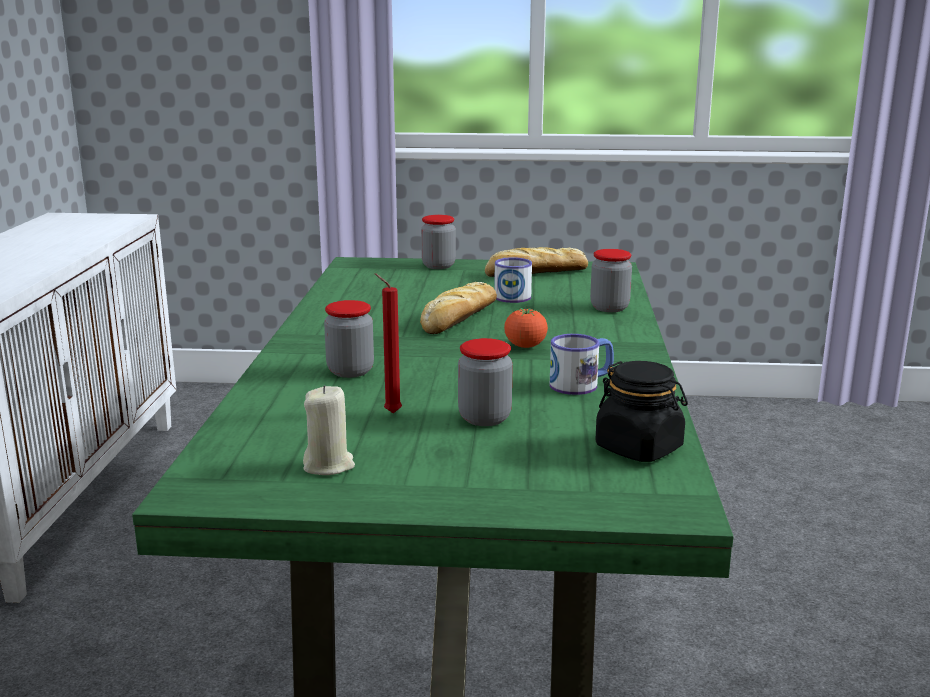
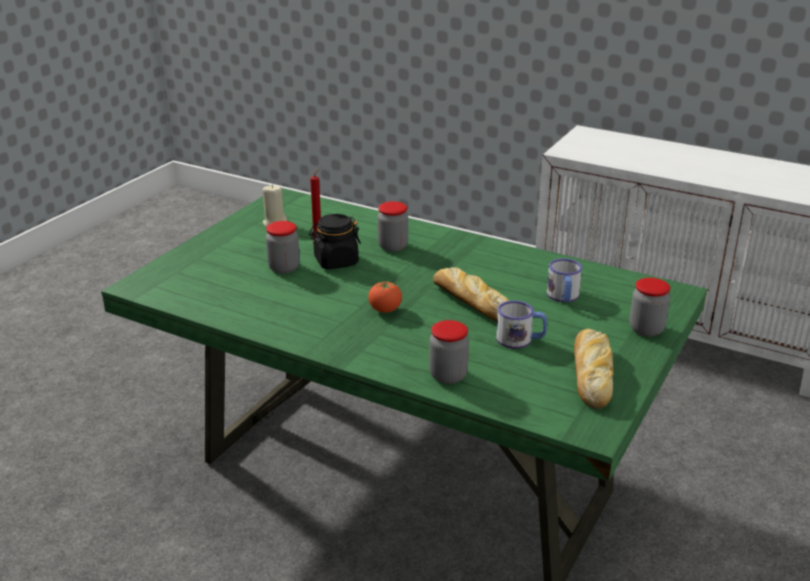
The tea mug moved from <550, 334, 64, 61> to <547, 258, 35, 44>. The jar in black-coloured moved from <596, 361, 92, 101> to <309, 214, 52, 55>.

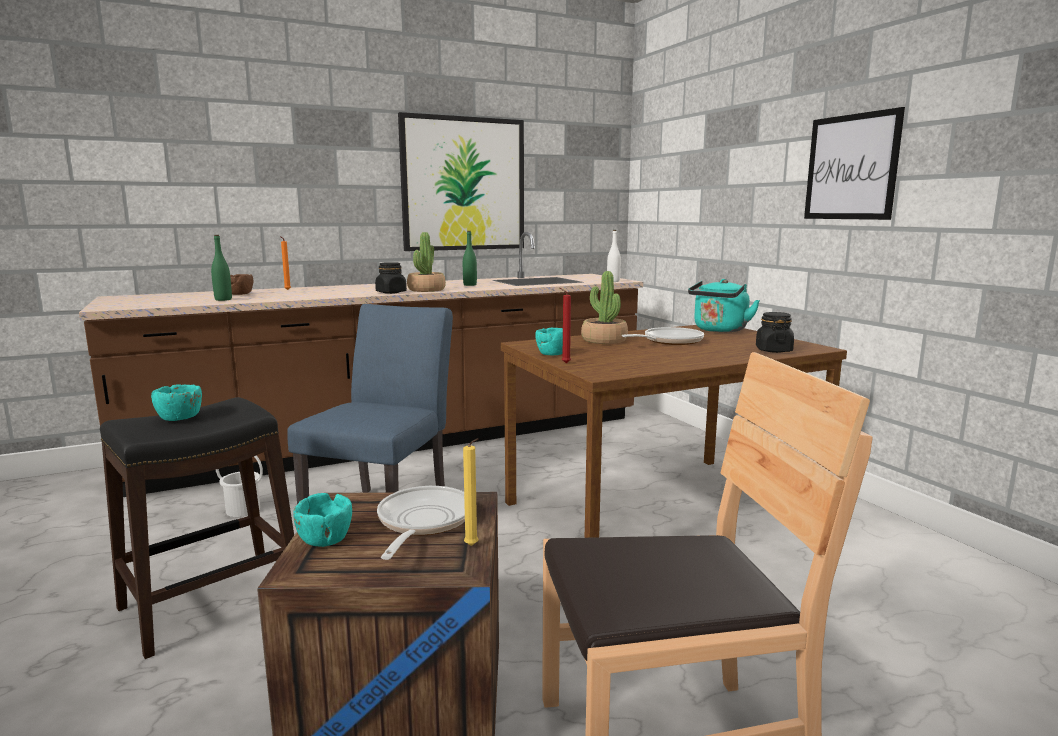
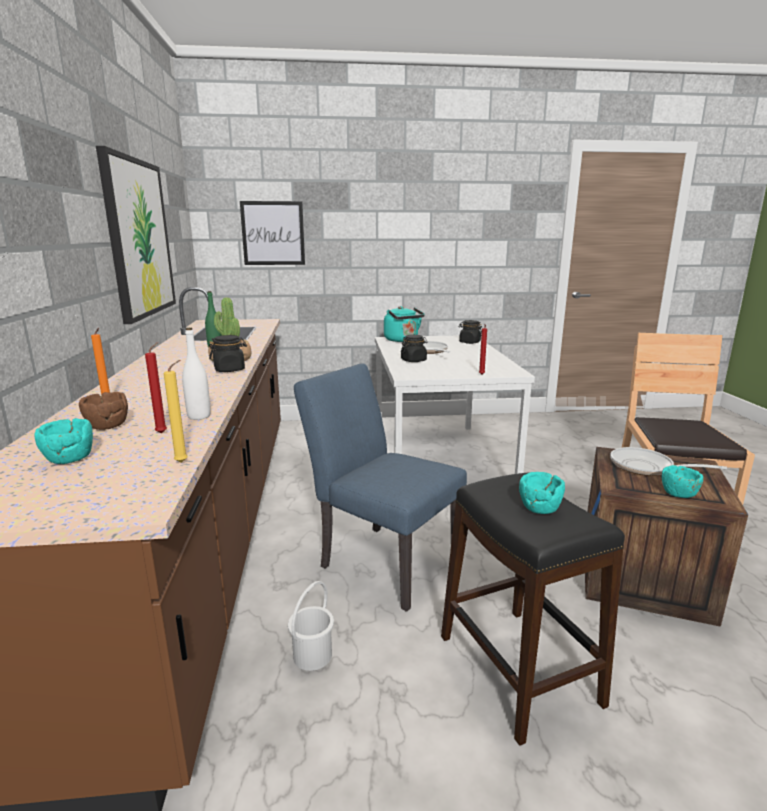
The drink bottle in green at <211, 235, 21, 66> was replaced by the wax light in red at <145, 342, 22, 92>. The wax light in yellowish moved from <463, 438, 15, 108> to <164, 360, 24, 103>. The dinner table in brownish at <501, 325, 346, 213> became the dinner table in whitish at <375, 336, 160, 138>. The bowl in blue-green moved from <535, 328, 28, 27> to <34, 418, 59, 46>. The potted plant at <581, 271, 47, 73> was replaced by the jar in black-coloured at <401, 335, 26, 27>. The drink bottle in whitish moved from <607, 230, 14, 52> to <182, 328, 29, 92>. The wall art moved from <804, 107, 101, 113> to <240, 201, 65, 64>.

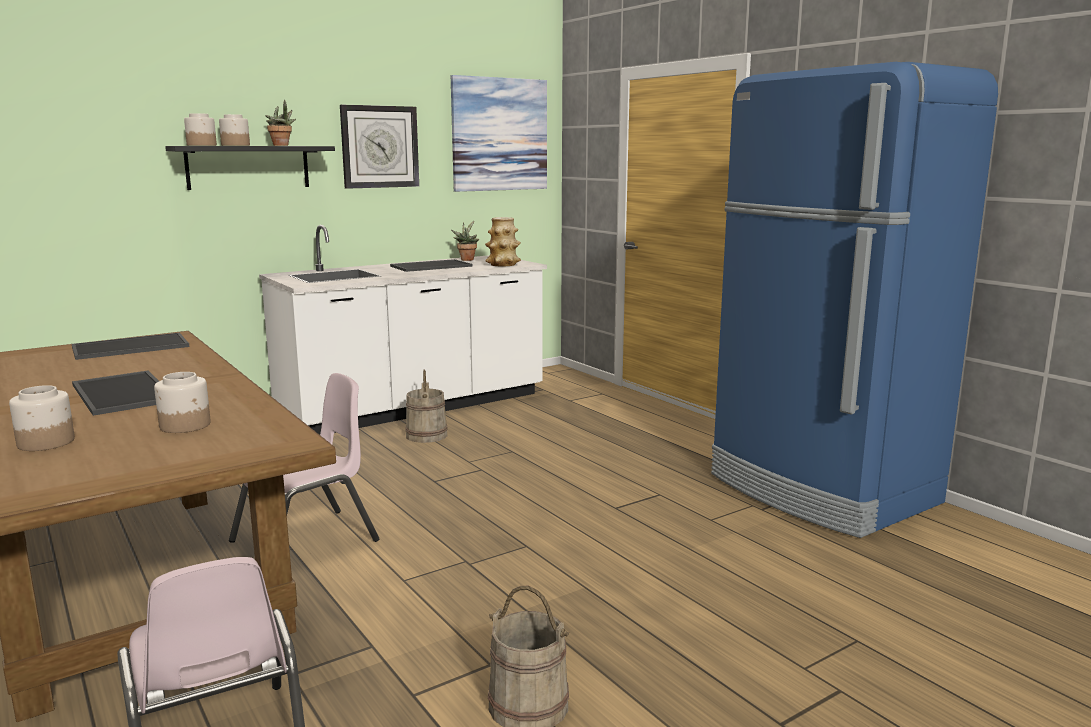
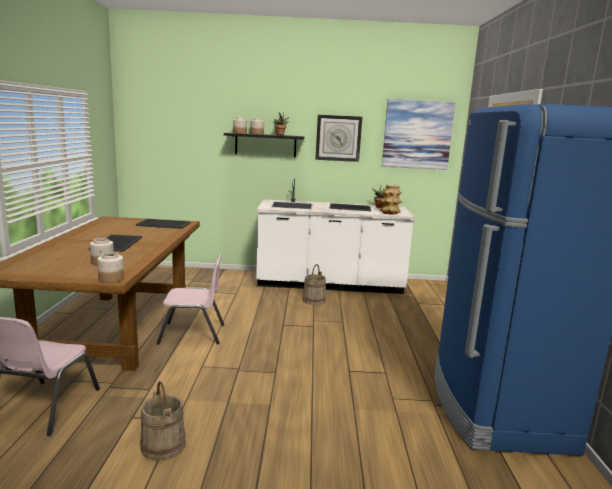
The jar moved from <9, 385, 66, 66> to <97, 252, 27, 31>.

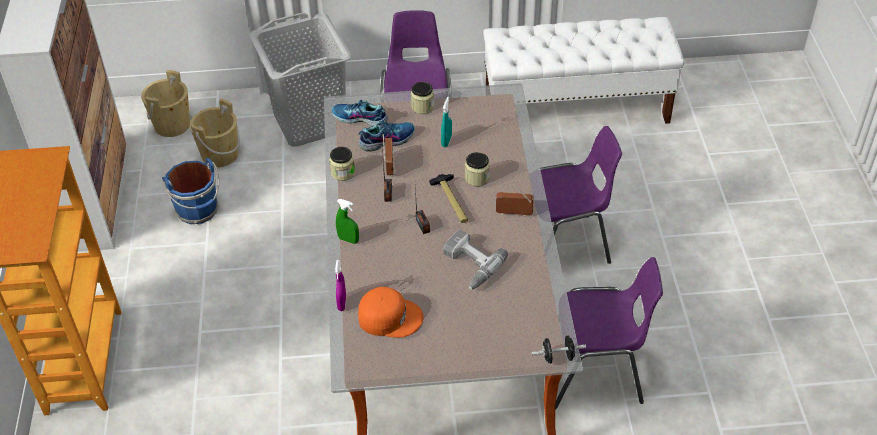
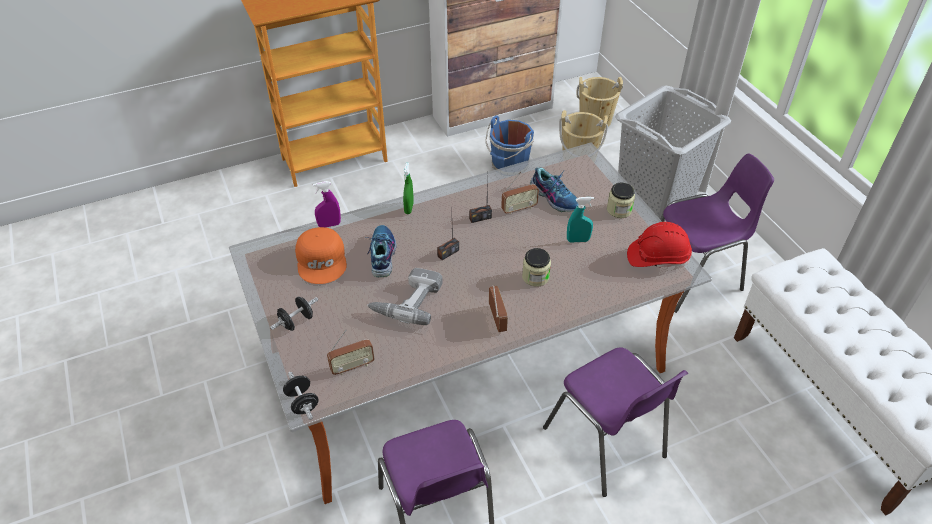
The jar at <329, 147, 26, 34> disappeared. The low shoe moved from <331, 100, 57, 26> to <365, 225, 32, 52>. The hand hammer at <429, 174, 39, 49> disappeared. The dumbbell in black-coloured at <270, 297, 48, 34> appeared. The radio at <327, 329, 47, 46> appeared. The safety helmet in red at <627, 222, 65, 45> appeared.

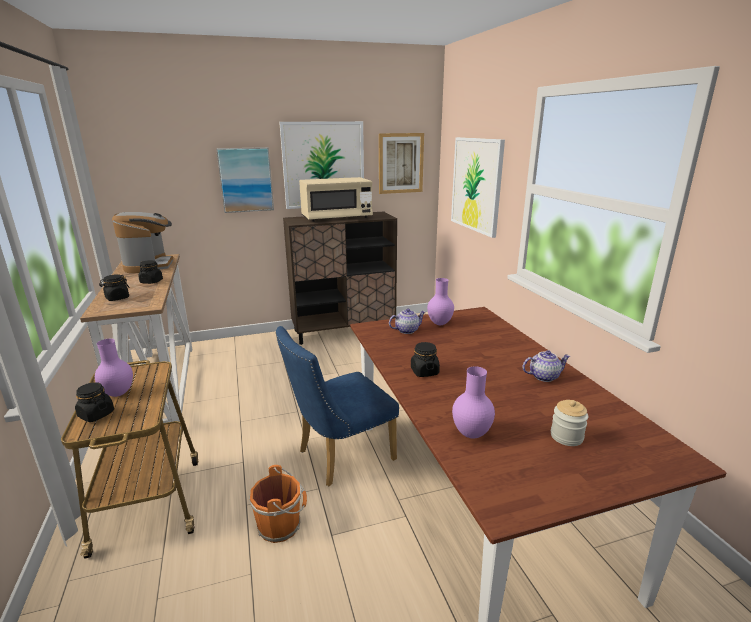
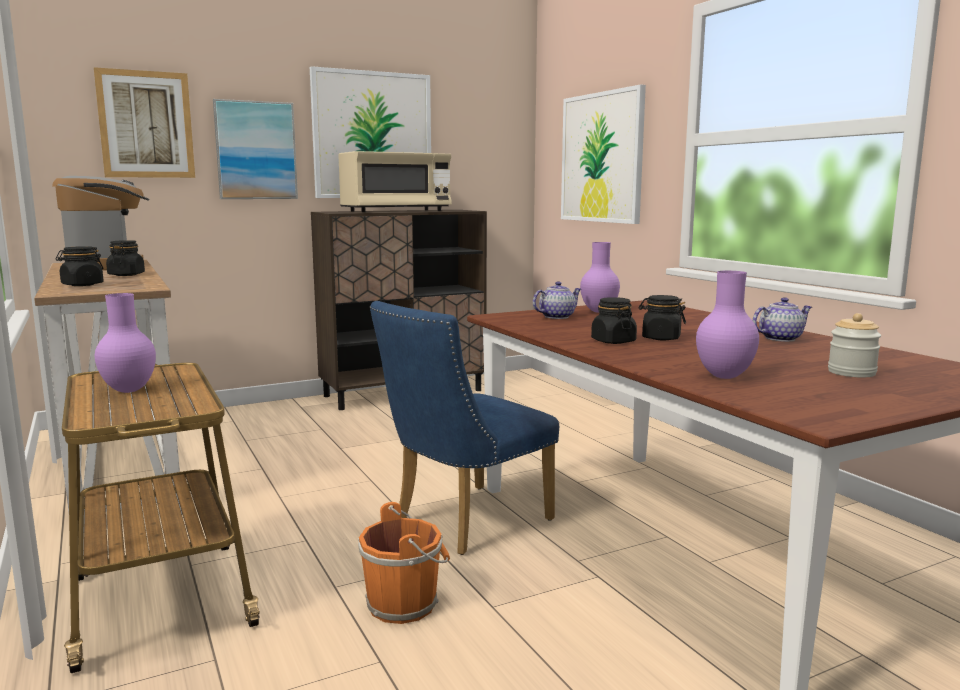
The jar in black-coloured moved from <75, 382, 39, 40> to <639, 295, 47, 45>. The wall art moved from <379, 133, 45, 61> to <94, 67, 101, 111>.

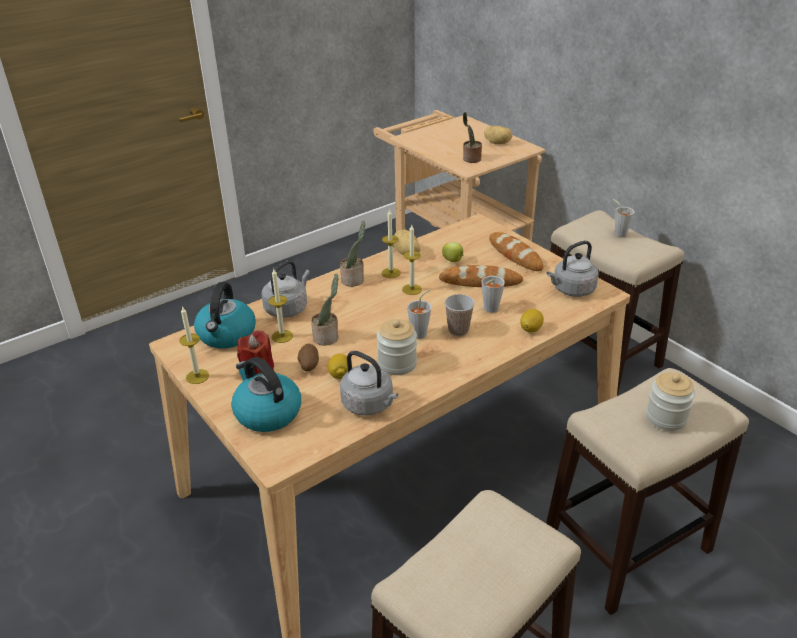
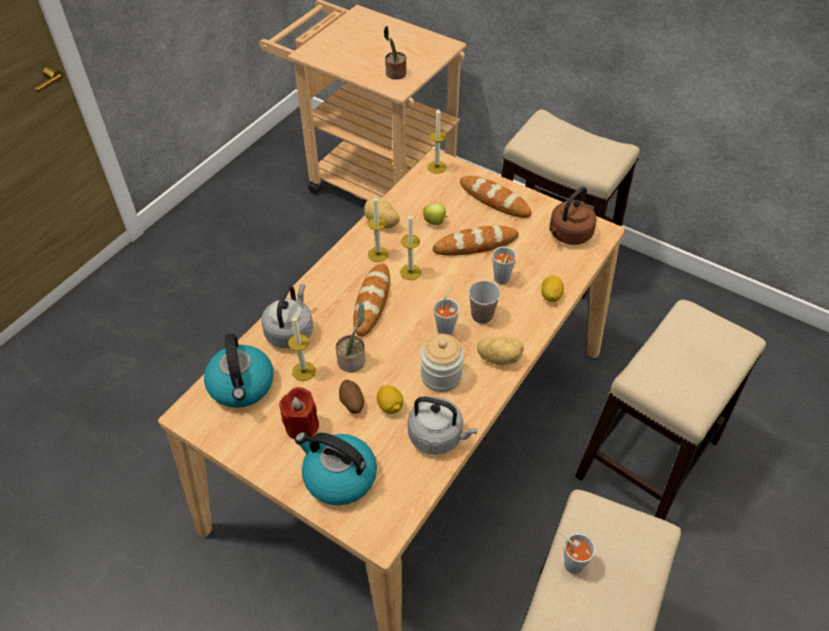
The wax light moved from <179, 306, 30, 78> to <428, 108, 18, 66>. The potted plant at <340, 220, 25, 67> disappeared. The whole potato moved from <484, 126, 28, 18> to <477, 337, 47, 28>. The water kettle in greyish at <547, 241, 52, 56> became the water kettle in brownish at <549, 186, 48, 59>. The small cup in greyish moved from <612, 199, 22, 38> to <557, 530, 38, 44>. The jar at <646, 372, 49, 59> disappeared. The bread at <353, 264, 37, 73> appeared.

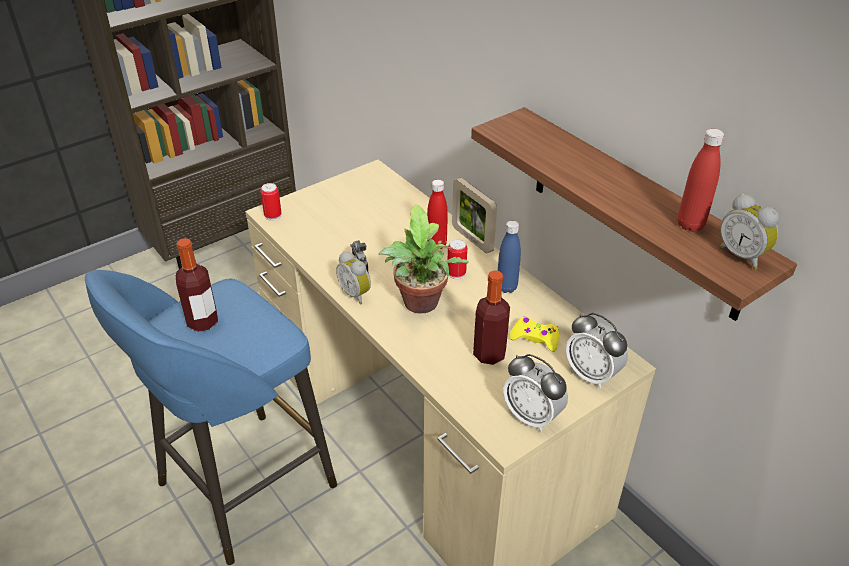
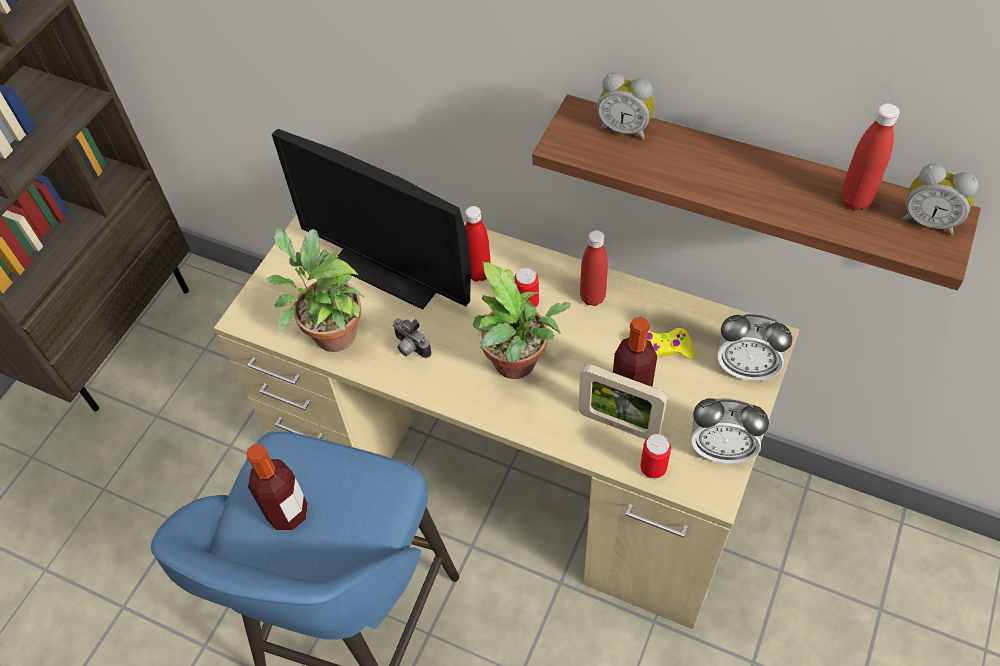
The metal can moved from <260, 183, 22, 38> to <640, 434, 31, 46>. The bedside clock moved from <336, 251, 35, 54> to <597, 72, 58, 68>. The photo frame moved from <452, 178, 45, 75> to <578, 364, 90, 75>. The drink bottle in bluish at <498, 221, 23, 72> became the drink bottle in red at <580, 230, 28, 76>. The potted plant at <267, 228, 98, 124> appeared. The computer display at <272, 129, 199, 181> appeared.

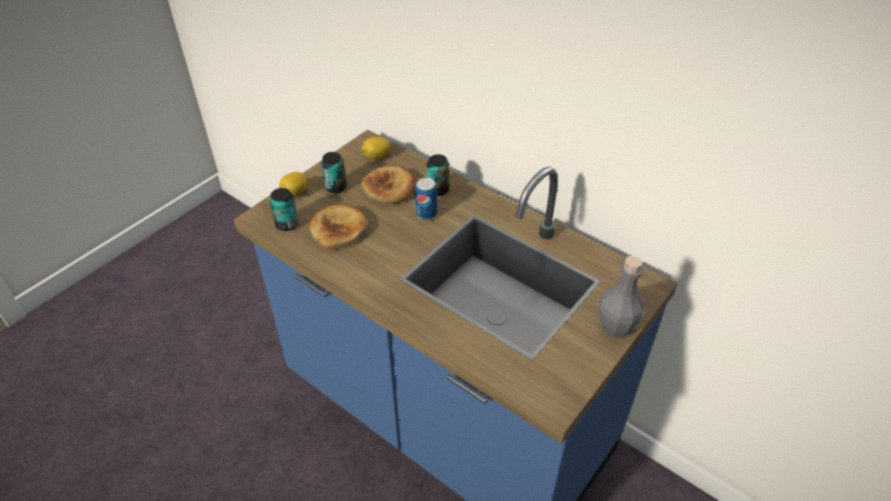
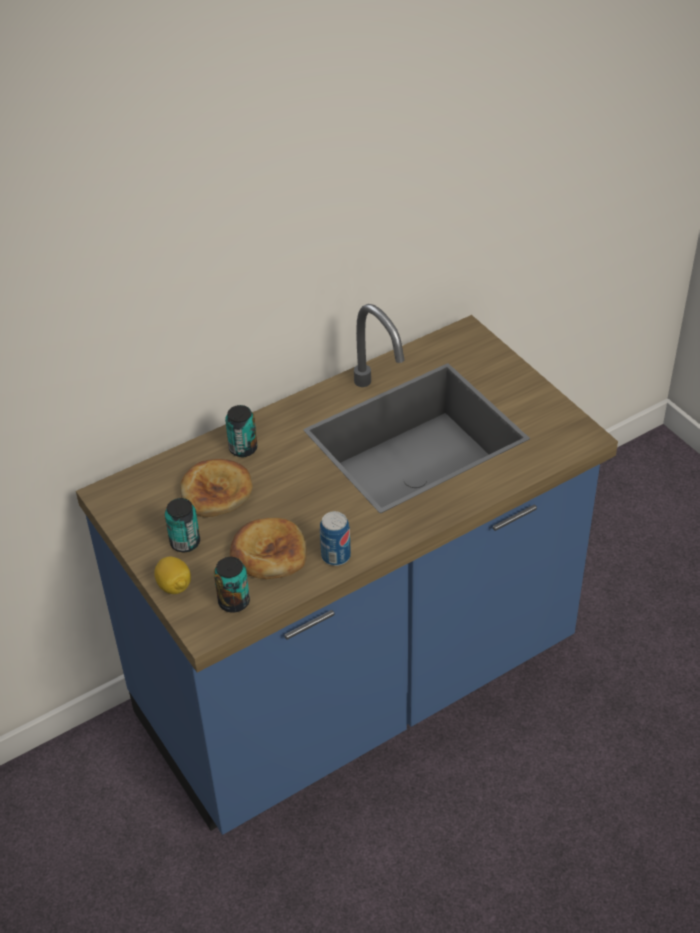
The whole lemon at <361, 137, 29, 22> disappeared. The metal can moved from <415, 178, 22, 42> to <320, 511, 31, 55>. The drink bottle in greyish at <599, 256, 45, 82> disappeared.

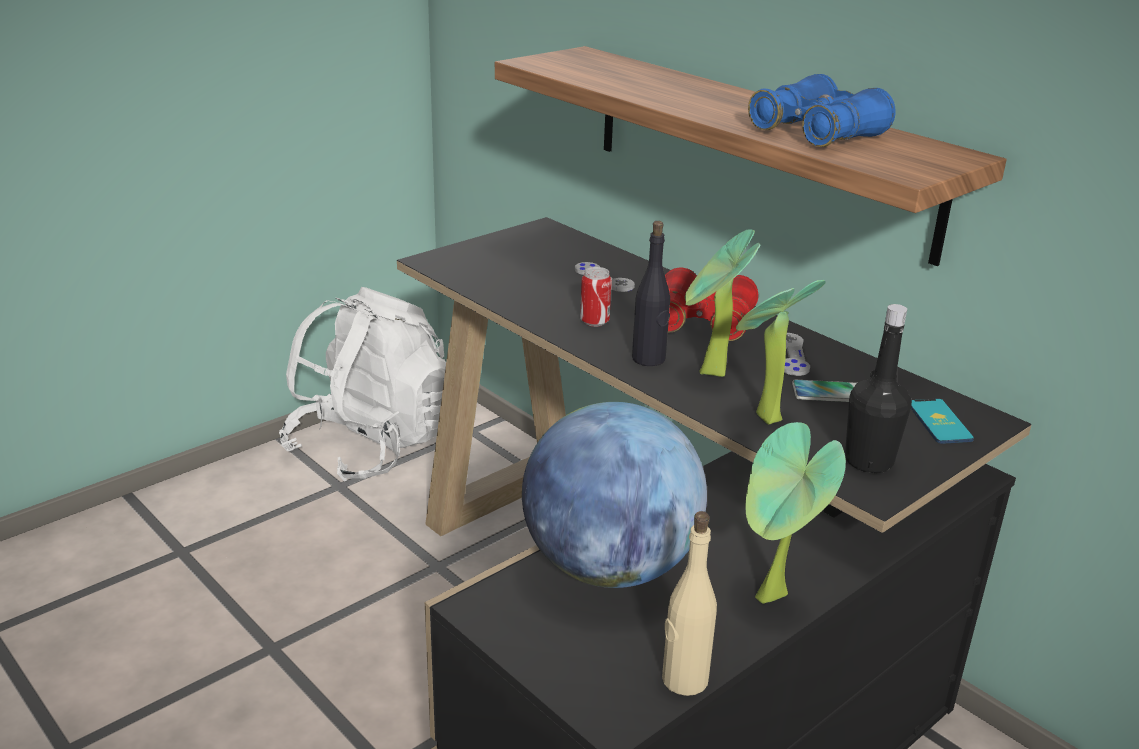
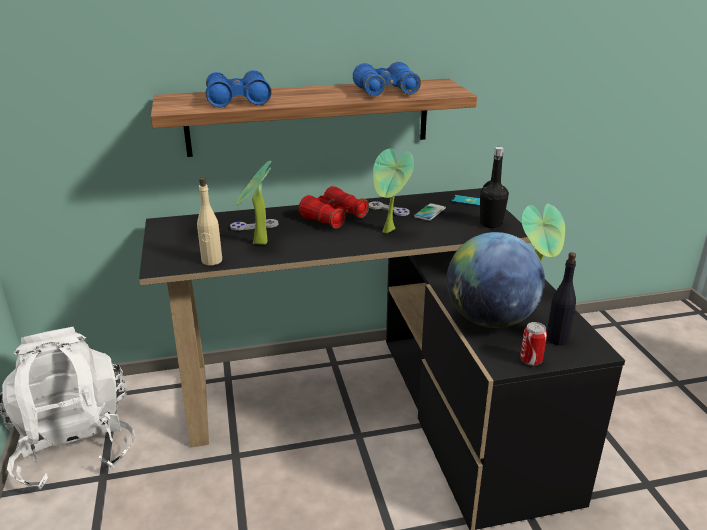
The metal can moved from <580, 267, 32, 60> to <520, 322, 27, 44>. The drink bottle in black-coloured moved from <632, 221, 38, 145> to <546, 252, 30, 93>. The drink bottle in sand-coloured moved from <662, 511, 55, 185> to <197, 177, 25, 88>. The potted plant moved from <736, 280, 90, 145> to <236, 161, 35, 84>. The pair of binoculars in bluish at <206, 70, 66, 37> appeared.

